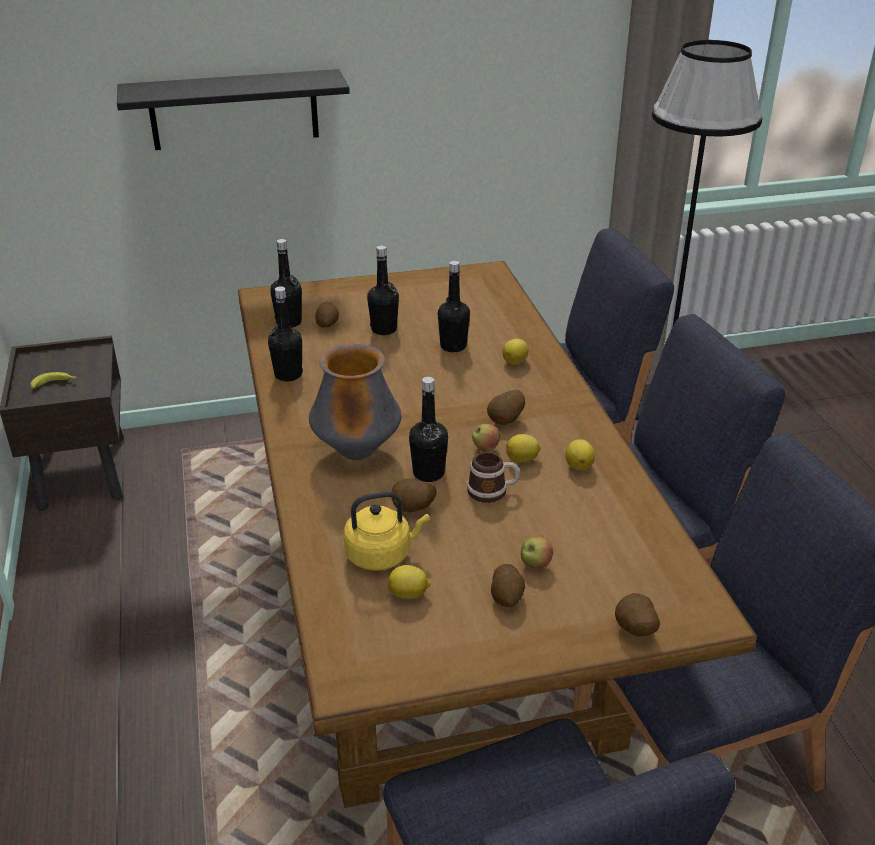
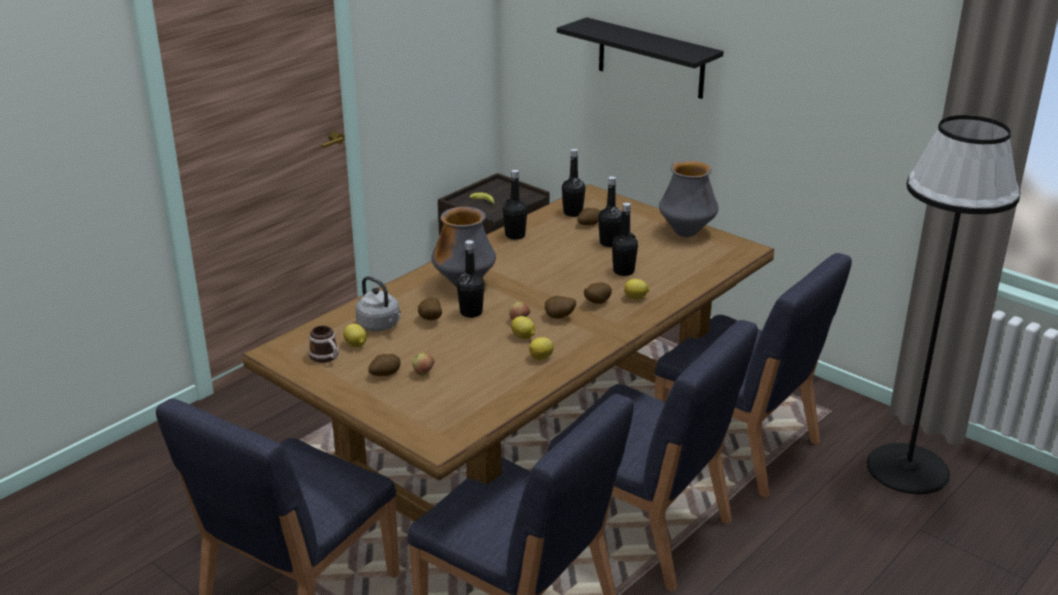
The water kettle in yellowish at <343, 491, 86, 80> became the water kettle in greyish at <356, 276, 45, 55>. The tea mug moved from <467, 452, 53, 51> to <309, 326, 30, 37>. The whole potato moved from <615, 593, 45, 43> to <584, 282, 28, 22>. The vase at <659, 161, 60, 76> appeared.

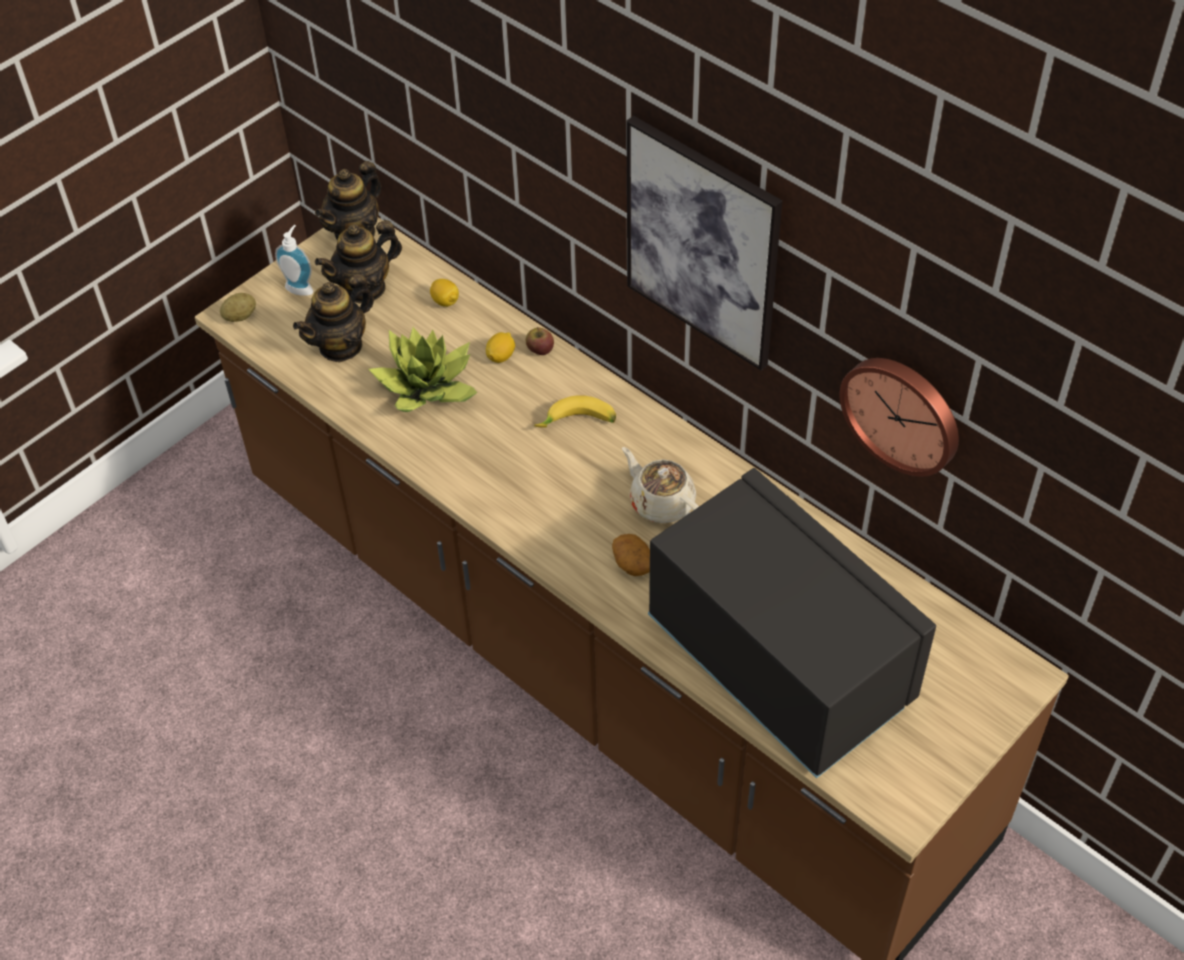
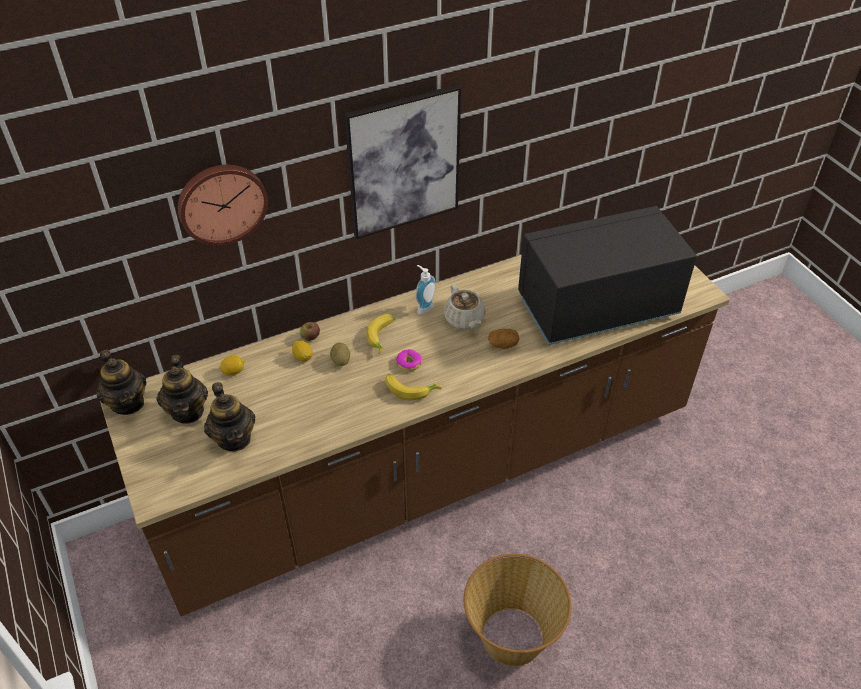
The whole potato moved from <220, 293, 36, 29> to <330, 342, 20, 24>. The soap dispenser moved from <275, 225, 38, 71> to <416, 265, 19, 49>. The potted plant at <368, 327, 109, 85> disappeared. The pot for tea in sand-coloured at <622, 447, 77, 76> turned 90 degrees counterclockwise. The clock on the wall moved from <839, 358, 120, 119> to <178, 165, 90, 81>. The whole banana at <385, 374, 56, 26> appeared. The ring doughnut at <396, 349, 26, 23> appeared. The storage basket at <464, 553, 108, 113> appeared.

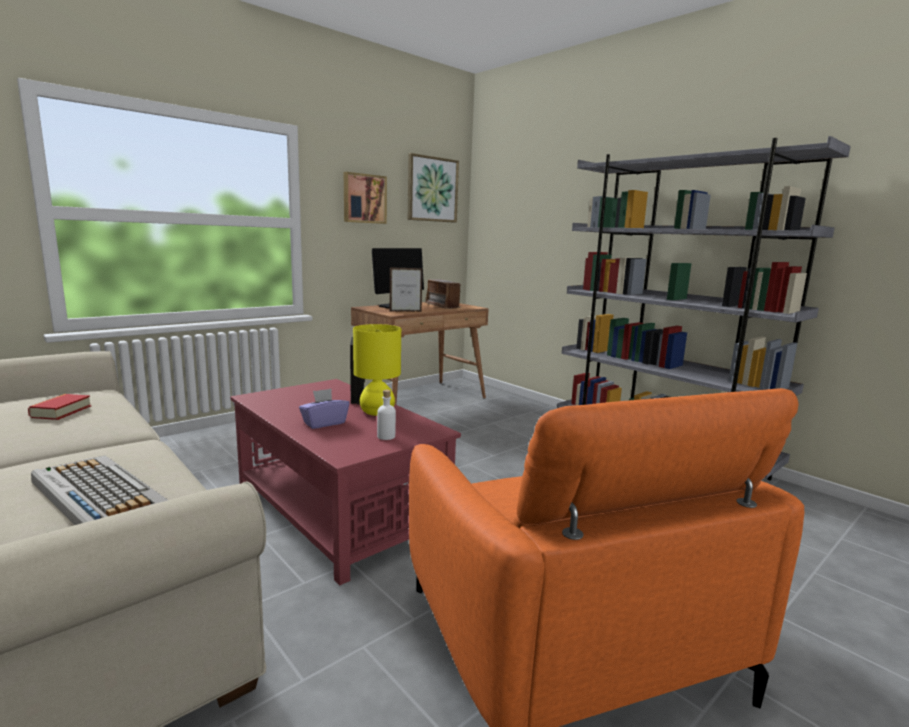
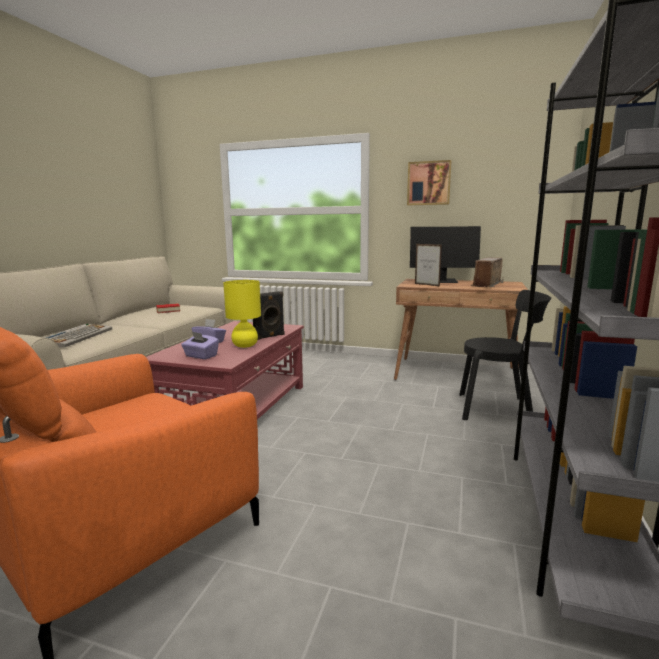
The drink bottle in whitish at <377, 390, 19, 50> was replaced by the tissue box in purple-coloured at <181, 332, 38, 28>. The wall art at <408, 153, 51, 70> disappeared. The chair in black-coloured at <459, 290, 92, 130> appeared.

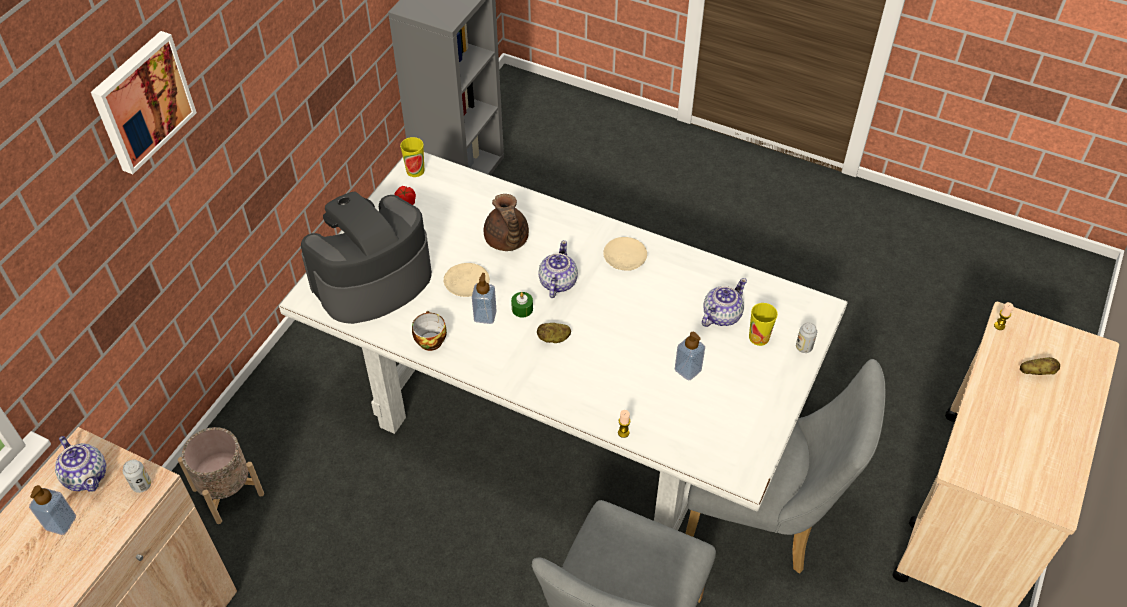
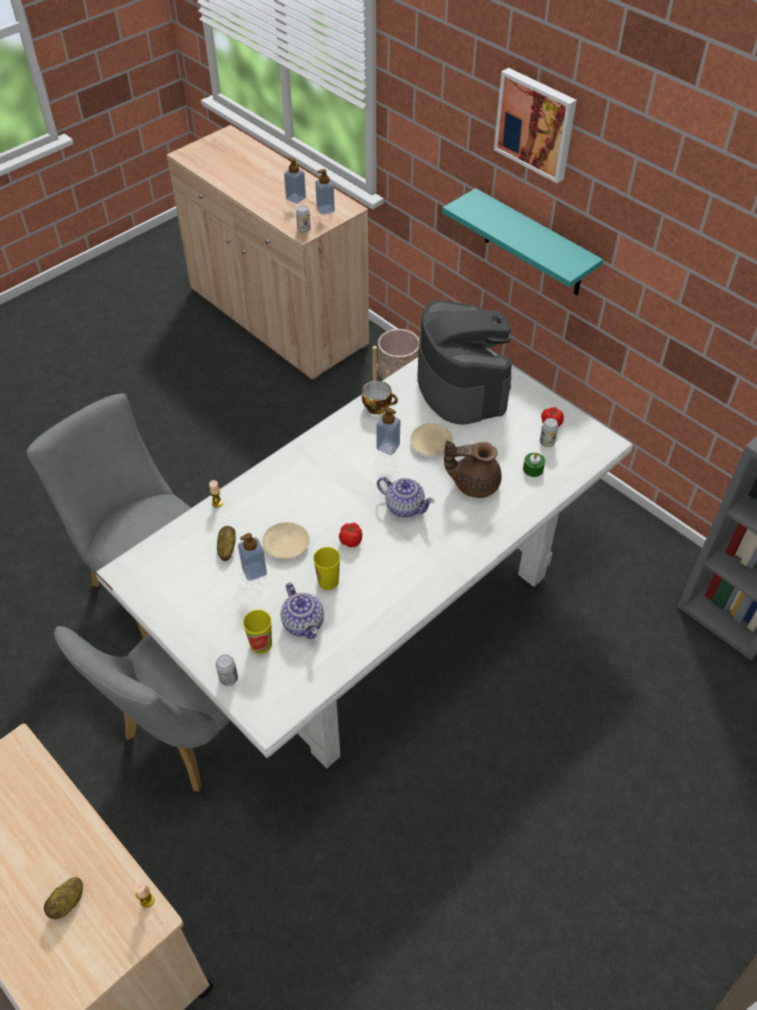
The pot for tea at <55, 436, 51, 56> was replaced by the soap dispenser at <315, 169, 20, 45>. The small cup moved from <400, 137, 24, 40> to <313, 547, 27, 43>. The wax light in green moved from <511, 292, 22, 26> to <523, 452, 22, 25>. The whole potato moved from <537, 323, 34, 20> to <217, 526, 19, 35>. The dinner plate in sand-coloured moved from <603, 237, 44, 34> to <262, 522, 48, 37>. The whole tomato at <339, 522, 23, 25> appeared. The shelf in blue-green at <442, 188, 161, 107> appeared. The metal can at <540, 418, 18, 29> appeared.

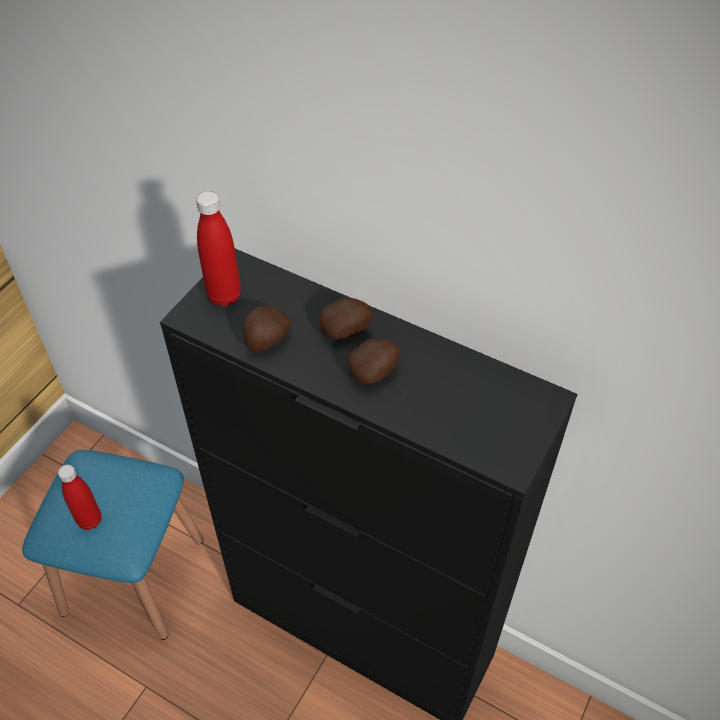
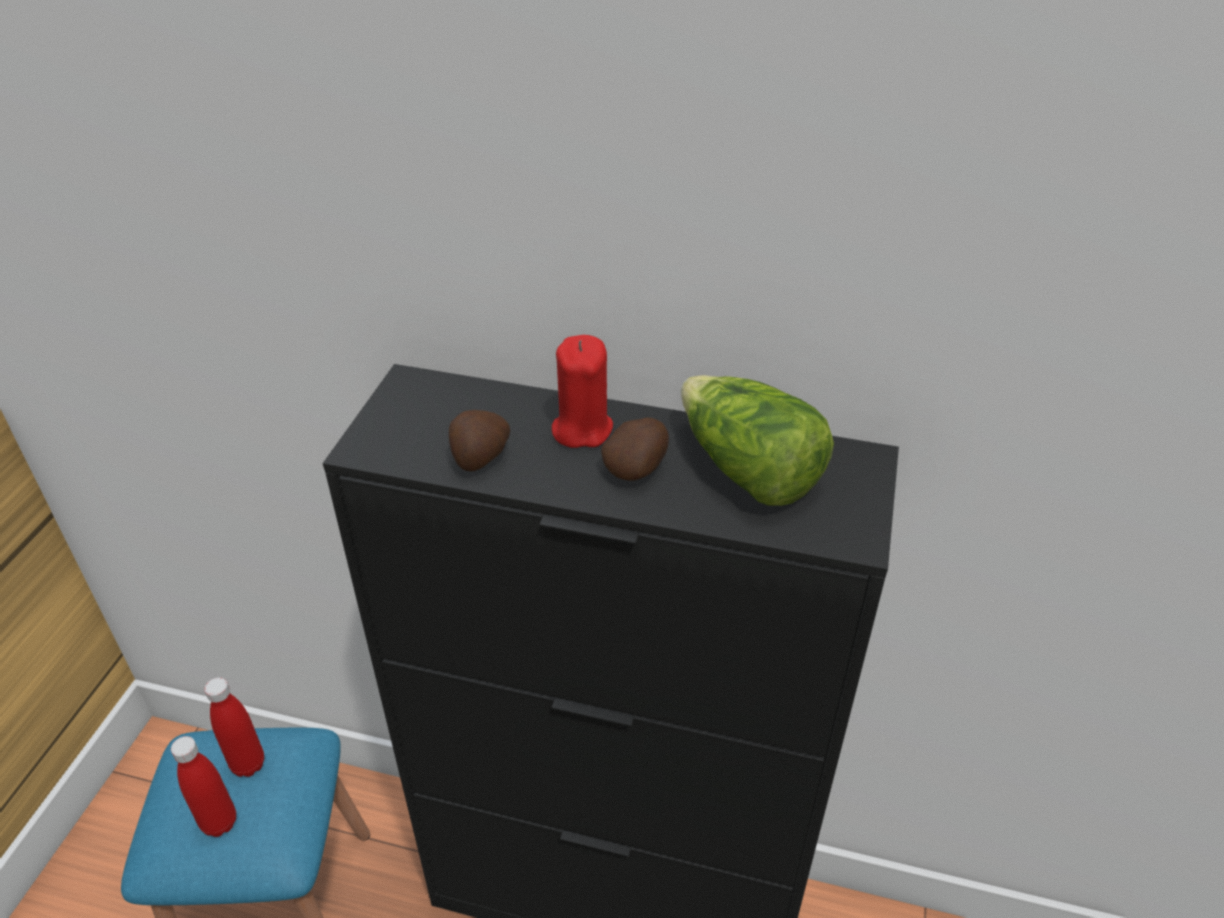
The drink bottle in red moved from <196, 191, 45, 116> to <204, 678, 60, 99>. The whole potato at <320, 297, 52, 42> was replaced by the wax light in red at <552, 335, 61, 113>. The lettuce head at <681, 375, 153, 131> appeared.

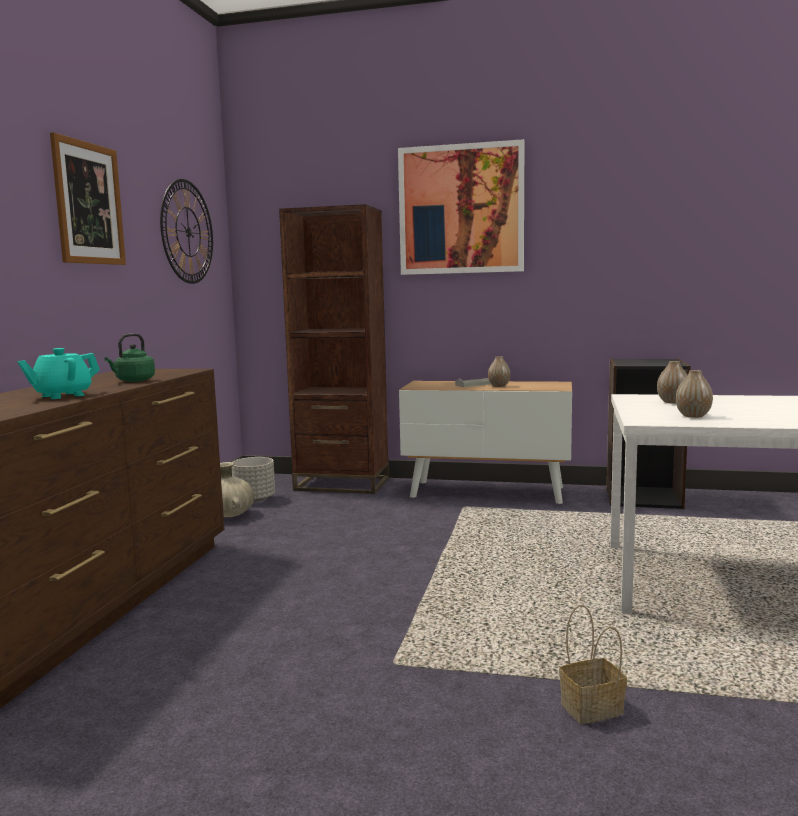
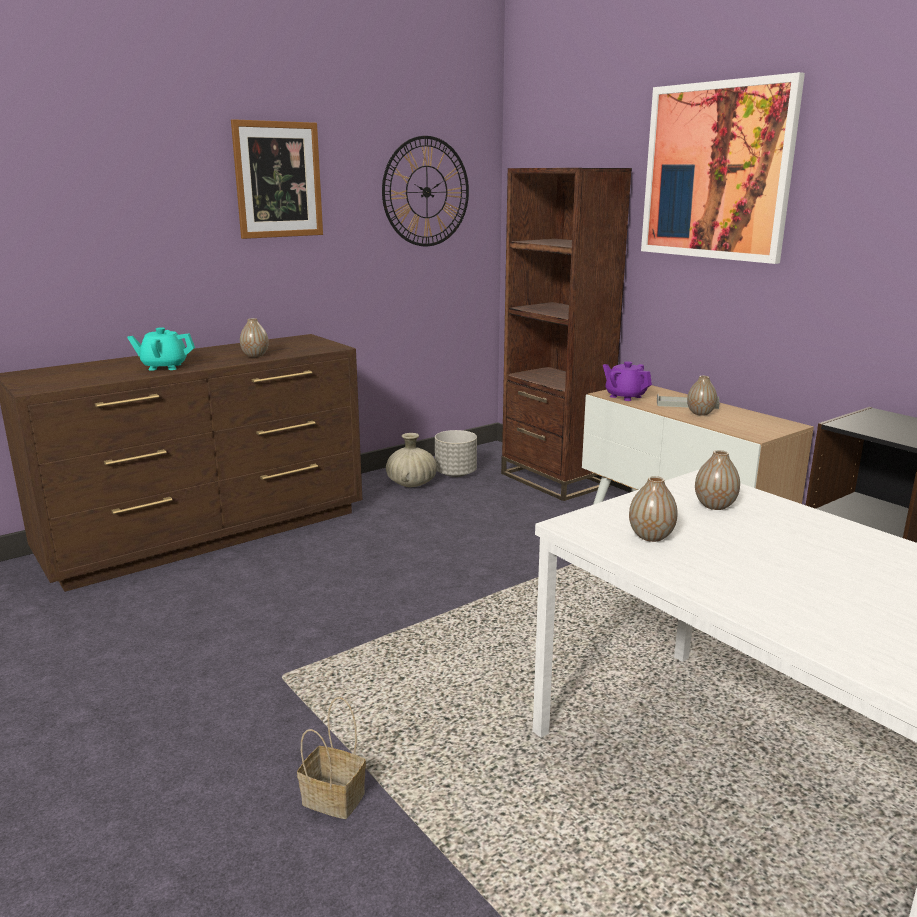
The water kettle in green at <105, 333, 50, 49> was replaced by the vase at <240, 318, 29, 39>. The pot for tea in purple-coloured at <603, 361, 49, 40> appeared.

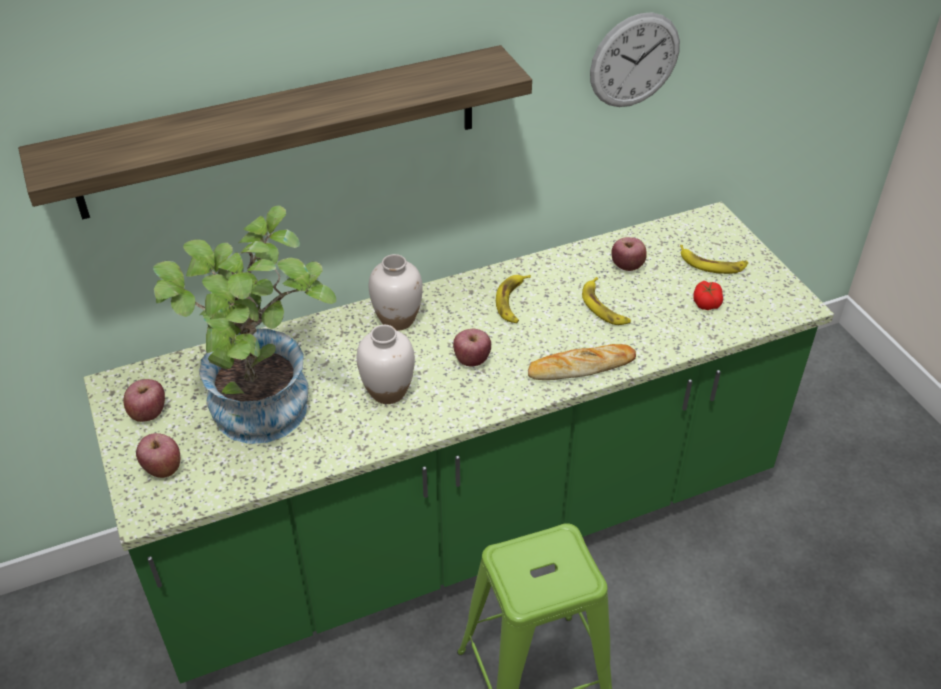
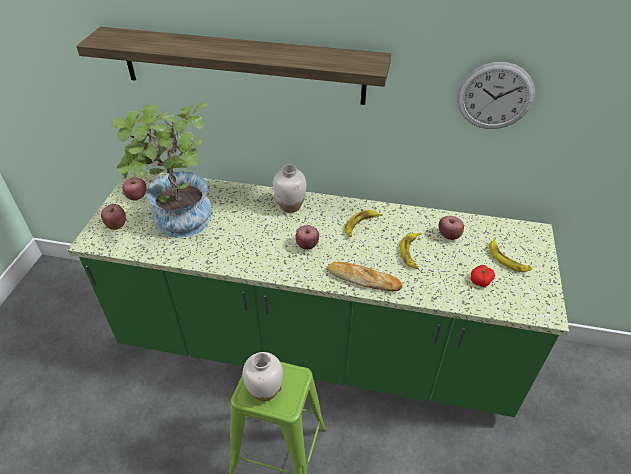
The vase in whitish moved from <356, 325, 59, 79> to <242, 352, 41, 49>.

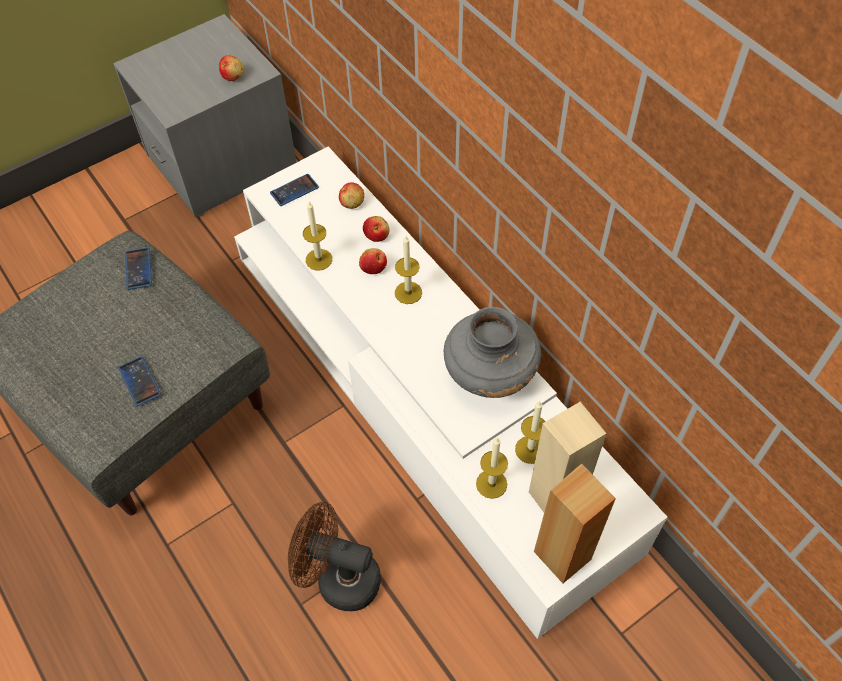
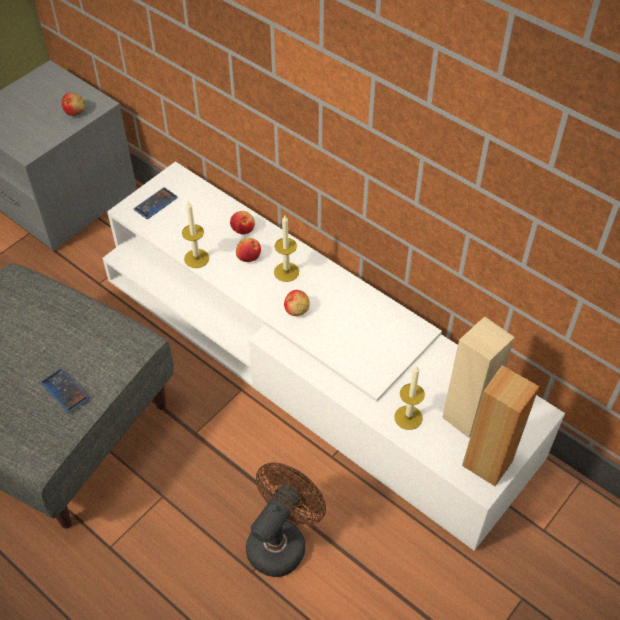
The phone at <125, 248, 27, 42> disappeared. The cooling fan in brownish at <288, 502, 93, 109> turned 120 degrees clockwise. The apple moved from <339, 182, 25, 27> to <284, 290, 26, 26>. The vase in greyish at <444, 307, 97, 91> disappeared. The wax light at <515, 401, 31, 63> disappeared.

